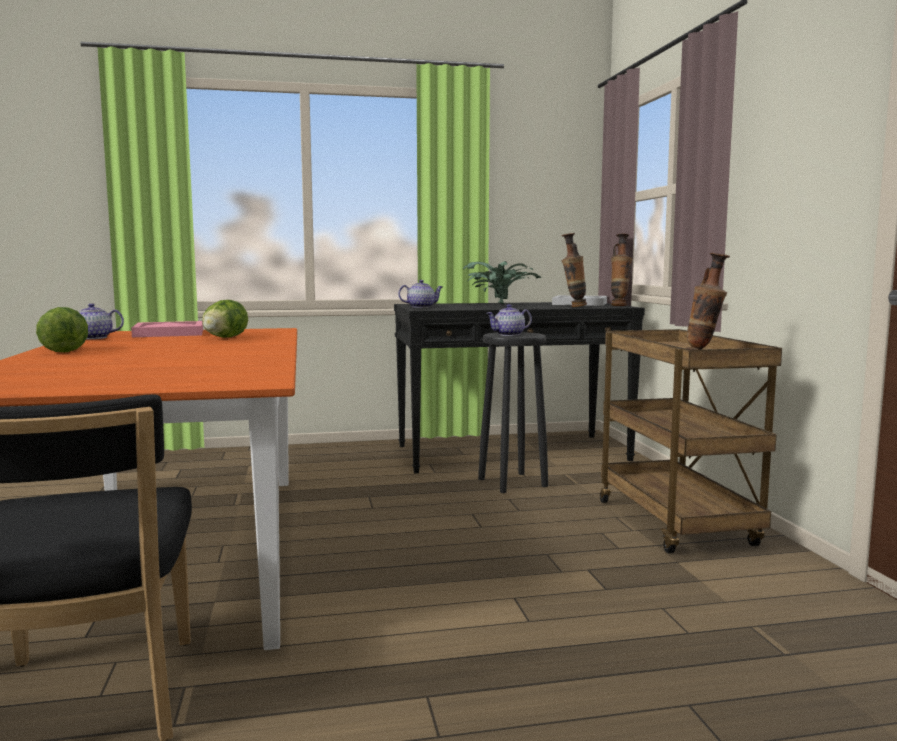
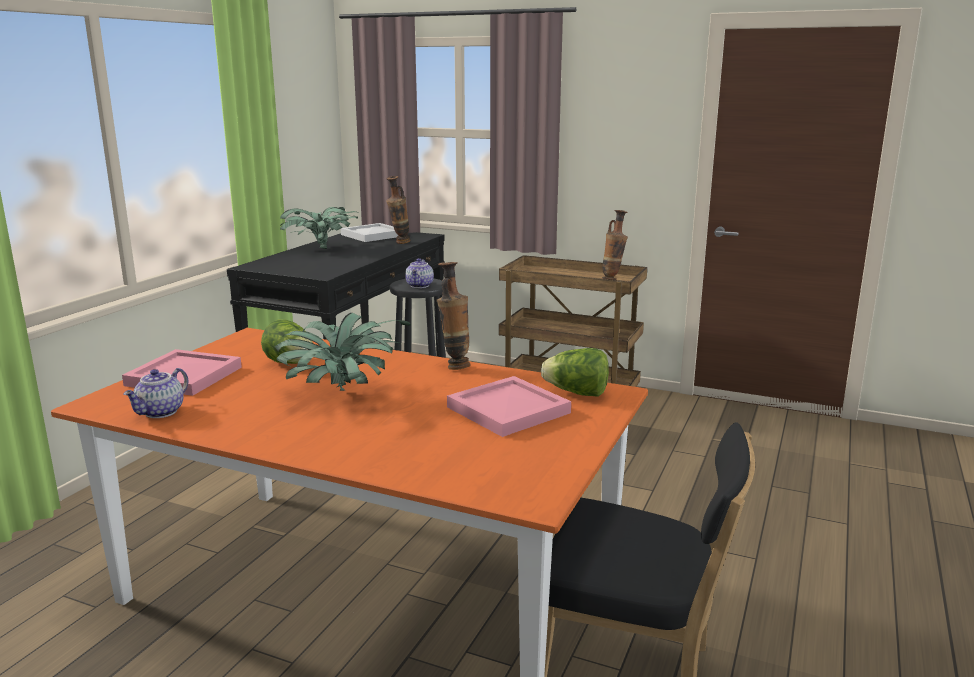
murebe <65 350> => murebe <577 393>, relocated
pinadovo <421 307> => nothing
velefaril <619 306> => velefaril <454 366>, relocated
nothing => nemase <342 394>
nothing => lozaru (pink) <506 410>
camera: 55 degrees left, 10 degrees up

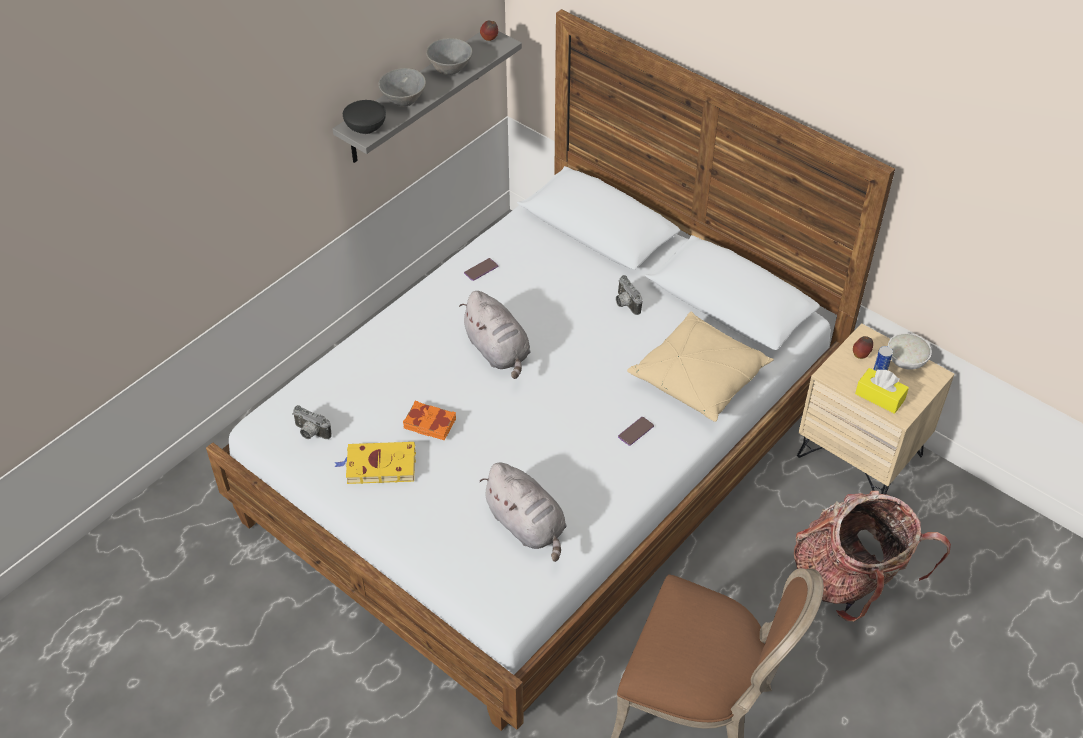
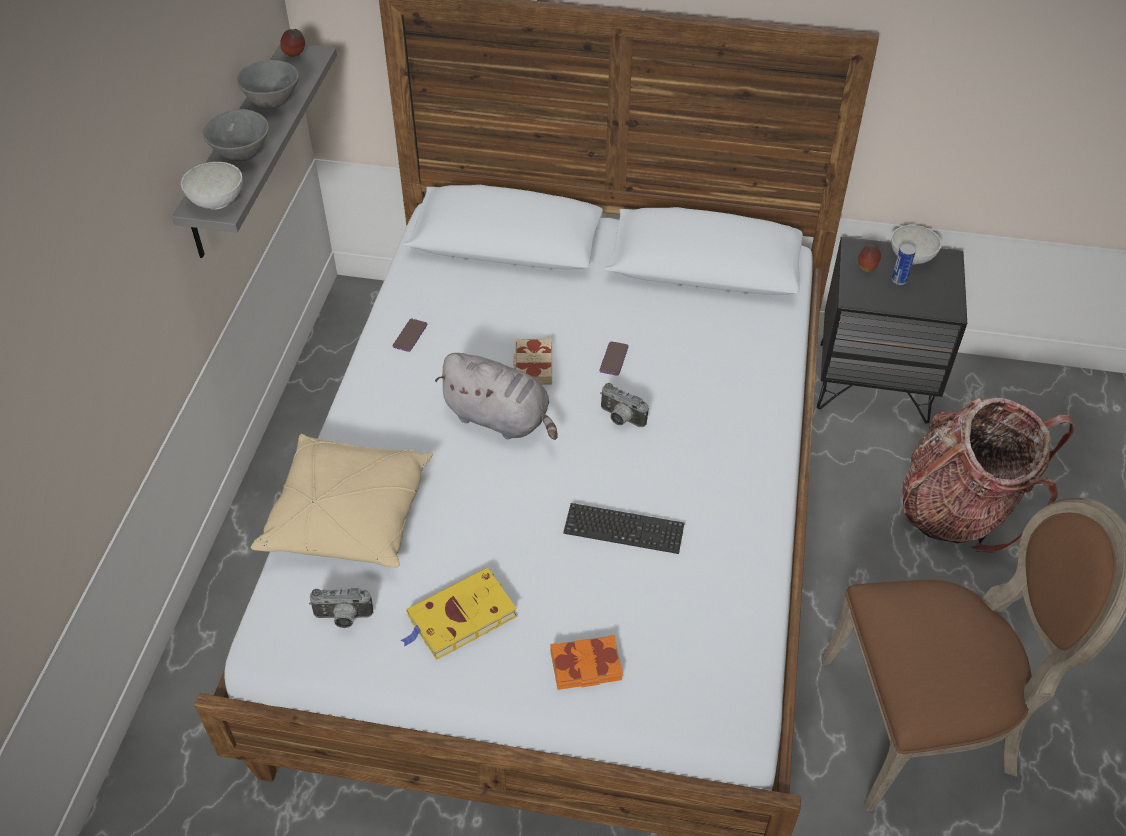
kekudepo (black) <366 127> => kekudepo (white) <216 200>
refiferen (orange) <429 424> => refiferen (orange) <586 667>, relocated
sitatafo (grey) <527 526> => nothing
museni <625 304> => museni <620 419>, relocated
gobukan <635 431> => gobukan <614 359>, relocated
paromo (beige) <699 378> => paromo (beige) <348 516>, relocated
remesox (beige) <860 455> => remesox (black) <873 381>
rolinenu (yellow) <880 396> => nothing
nothing => refiferen (beige) <533 366>
nothing => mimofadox <623 530>
camera: 30 degrees left, 0 degrees up

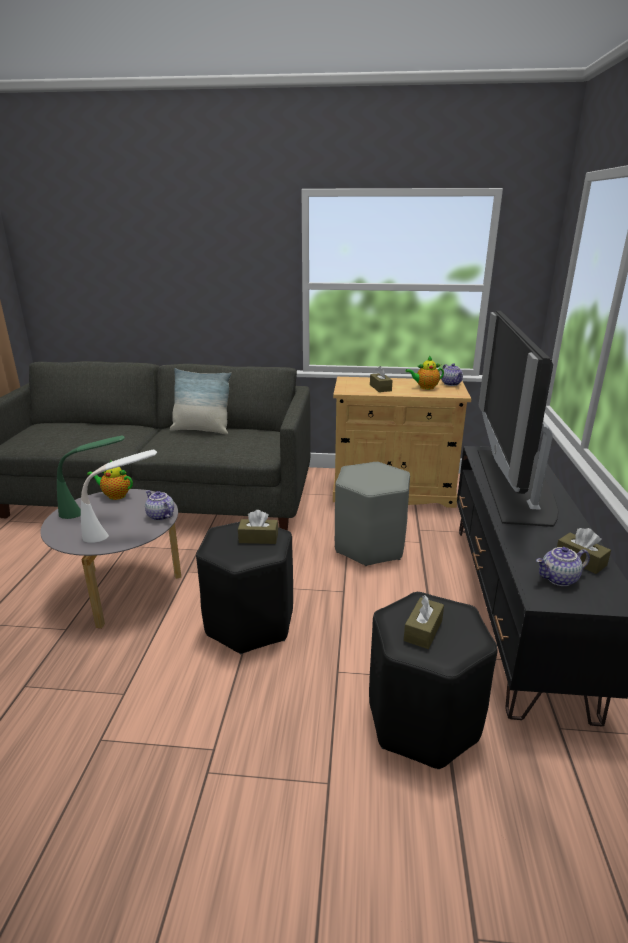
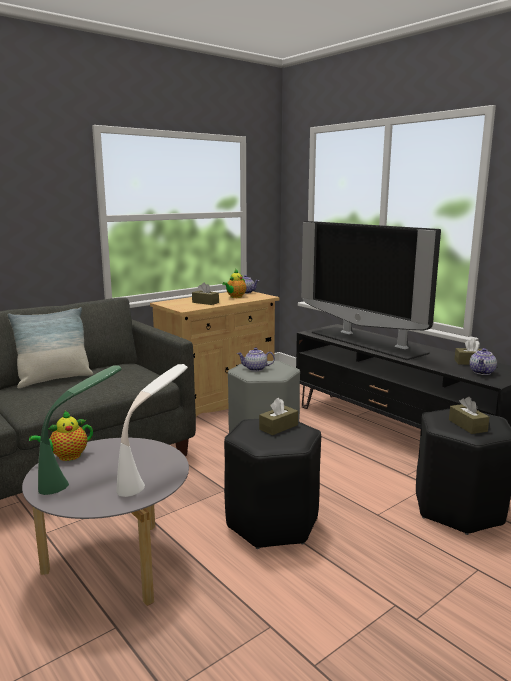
pinadovo <160 516> => pinadovo <255 369>, relocated
camera: 45 degrees left, 10 degrees down

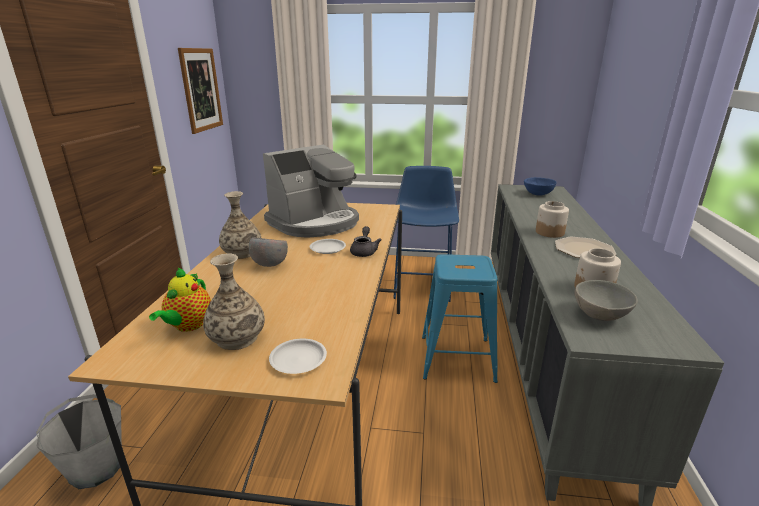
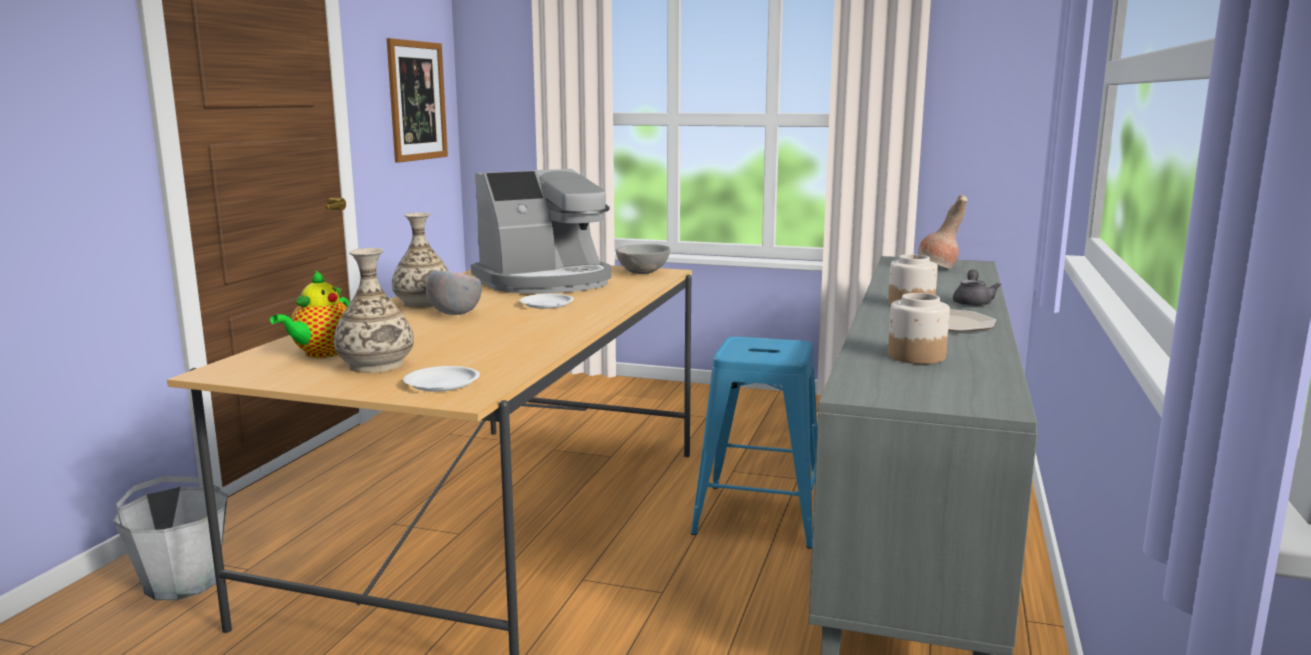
pinadovo (grey) <364 251> => pinadovo (grey) <972 302>, relocated
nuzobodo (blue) <423 283> => nothing
kekudepo (blue) <538 194> => velefaril (brown) <938 268>
kekudepo (grey) <601 316> => kekudepo (grey) <643 273>, relocated
camera: 10 degrees right, 10 degrees down

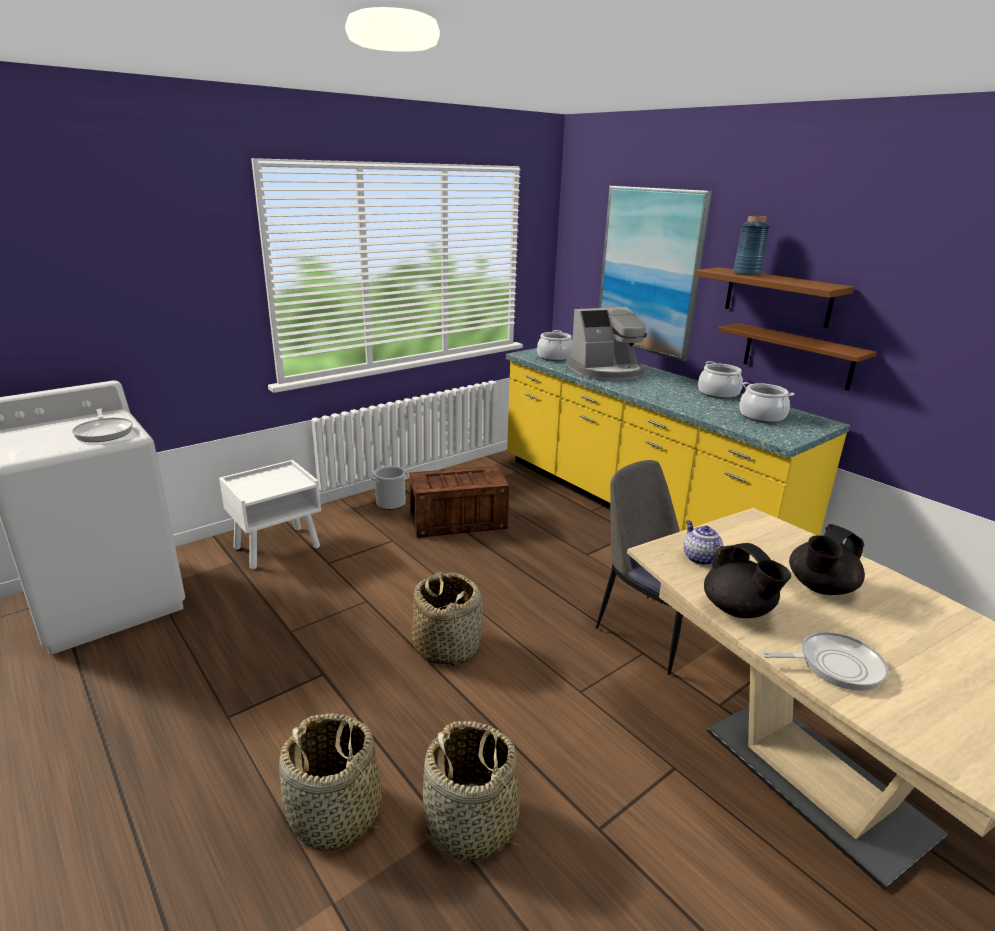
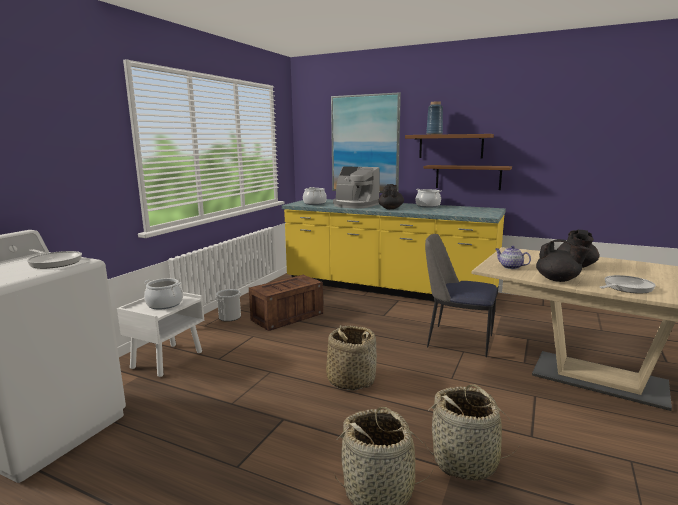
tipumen <606 371> => tipumen <355 205>, 75 degrees clockwise
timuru <761 417> => timuru <164 304>, relocated
nothing => pinadovo (black) <391 208>
camera: 25 degrees left, 10 degrees down

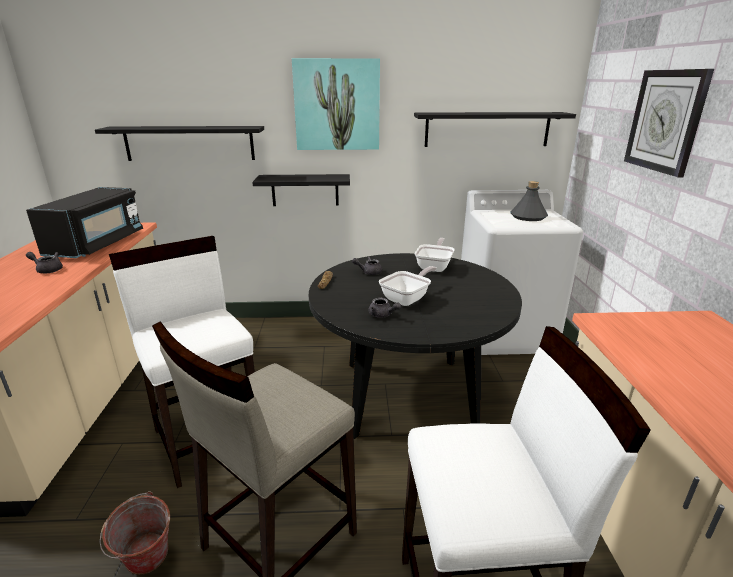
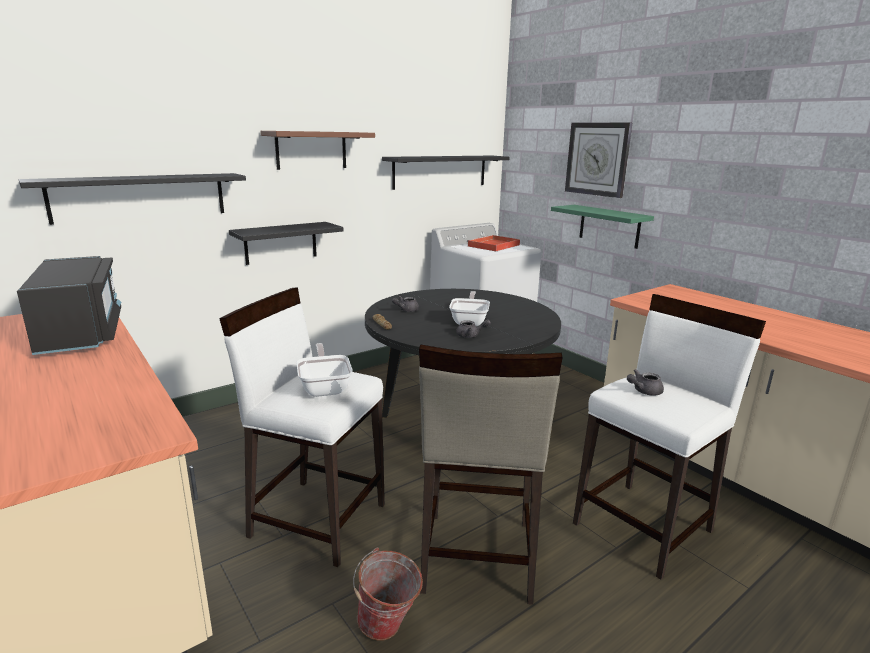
pinadovo (grey) <47 270> => pinadovo (grey) <643 391>, relocated
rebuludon <337 105> => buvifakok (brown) <311 150>
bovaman <435 266> => bovaman <325 387>, relocated
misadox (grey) <528 217> => lozaru (red) <493 246>
nothing => buvifakok (green) <609 226>
camera: 35 degrees left, 5 degrees down

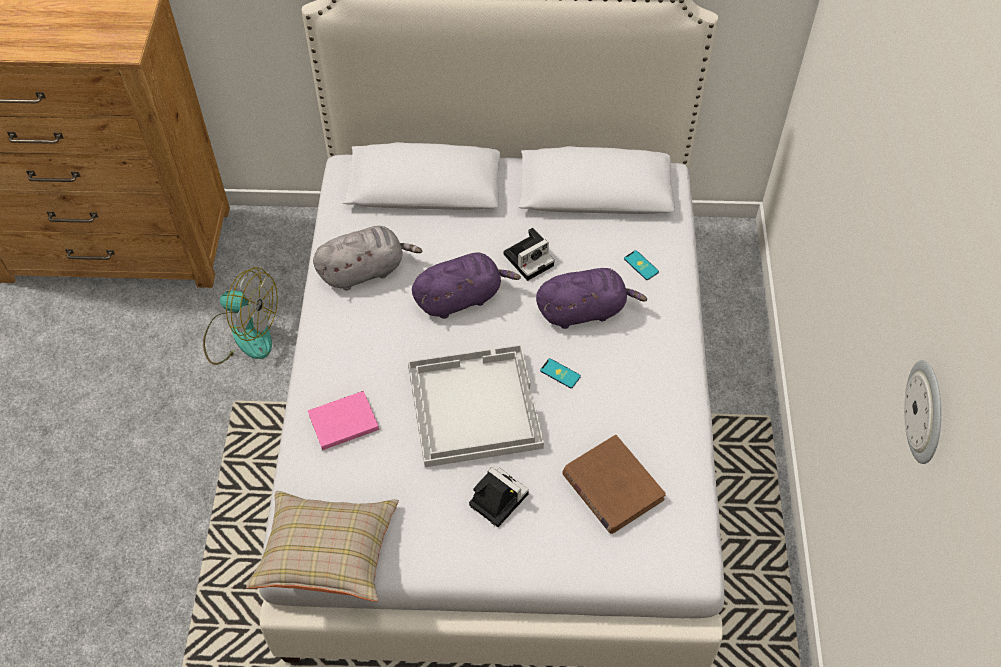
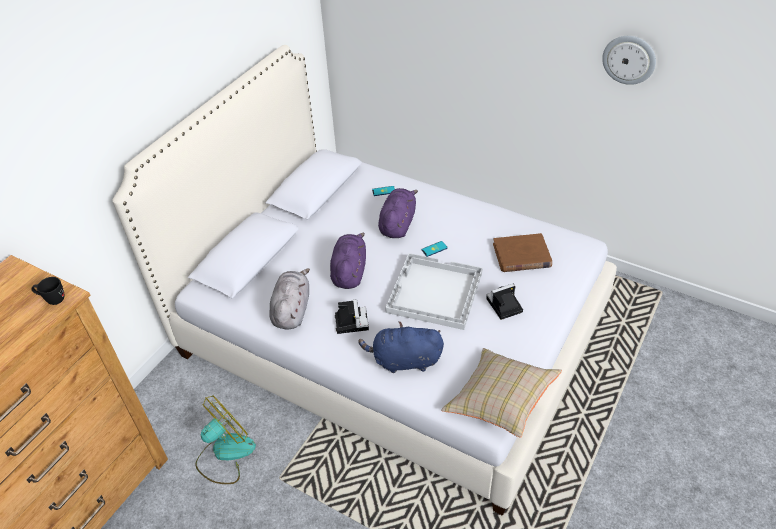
refiferen (pink) <341 421> => sitatafo (blue) <404 361>
museni <529 258> => museni <351 321>, relocated
nothing => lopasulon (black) <52 300>
camera: 60 degrees left, 10 degrees down

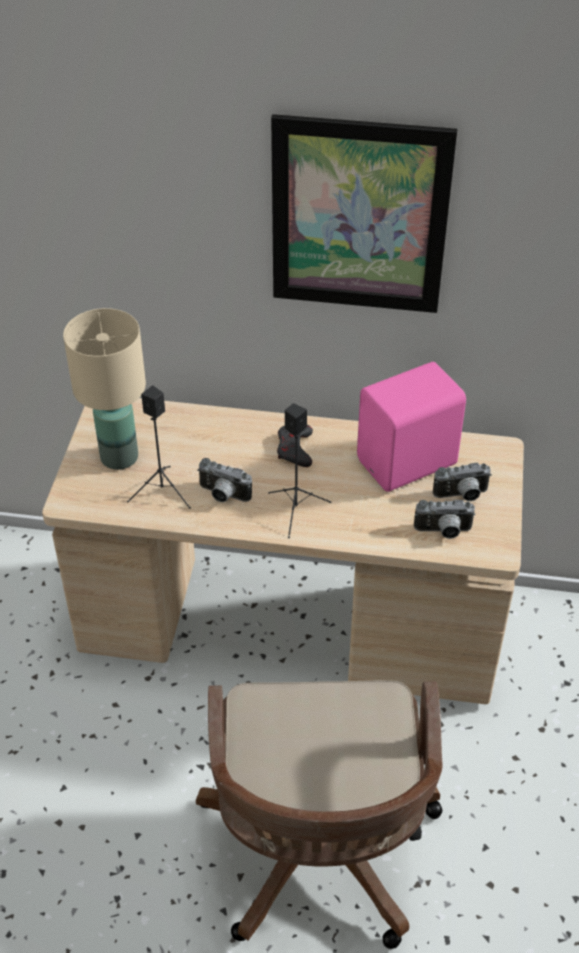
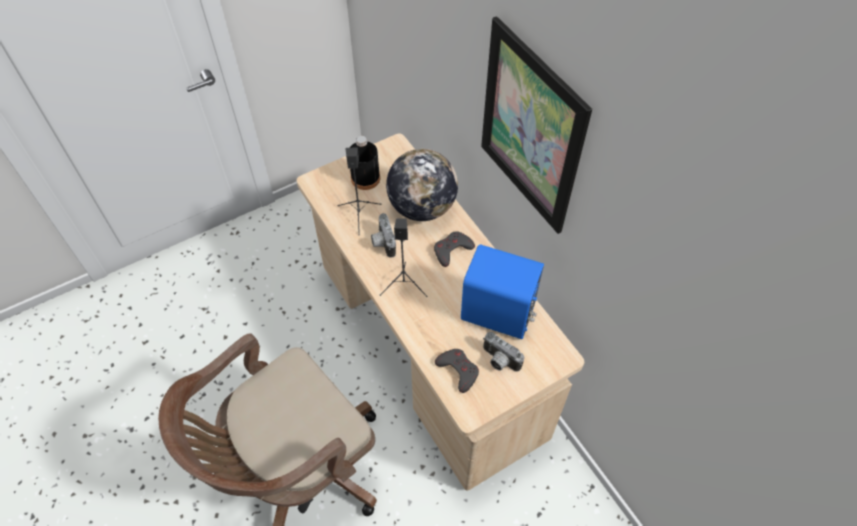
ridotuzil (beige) <118 457> => misadox (black) <365 178>
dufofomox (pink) <409 463> => dufofomox (blue) <498 314>
museni <443 532> => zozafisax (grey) <458 370>
nothing => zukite <422 207>
camera: 50 degrees right, 10 degrees up

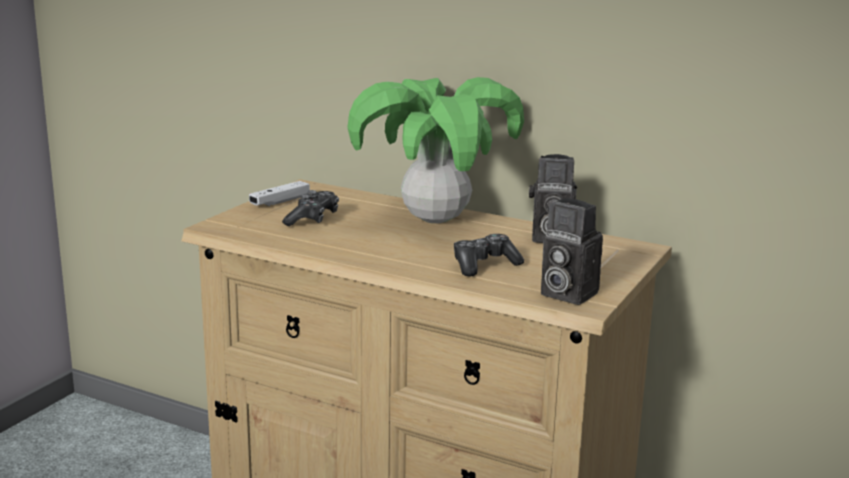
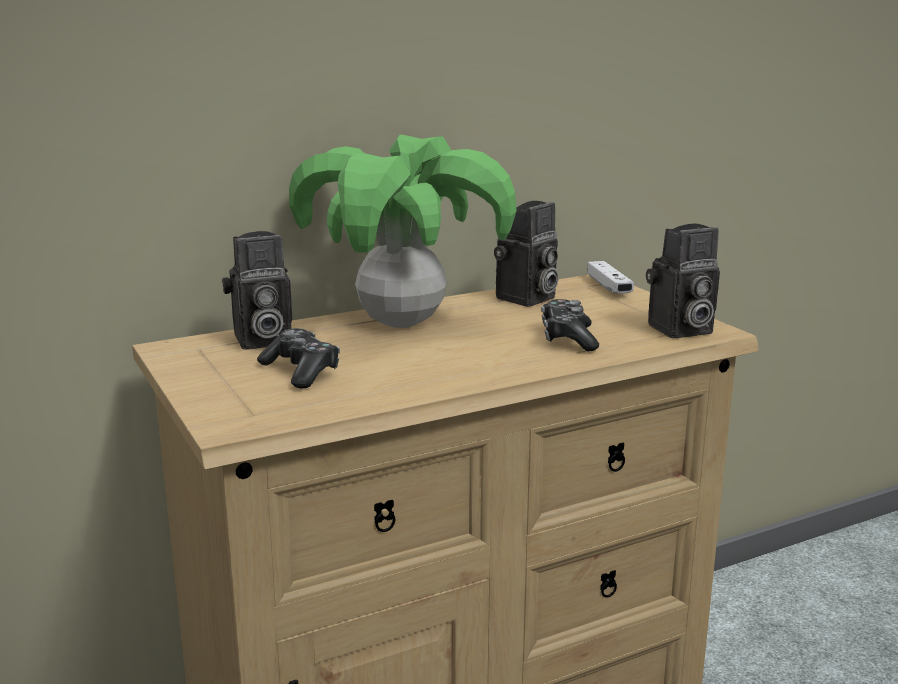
zozafisax (white) <280 202> => zozafisax (white) <609 287>, relocated
nothing => museni <260 341>
camera: 55 degrees left, 0 degrees up

